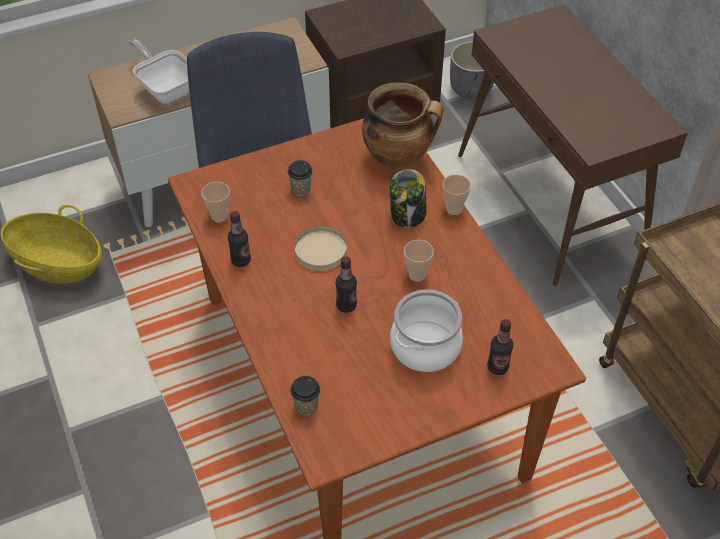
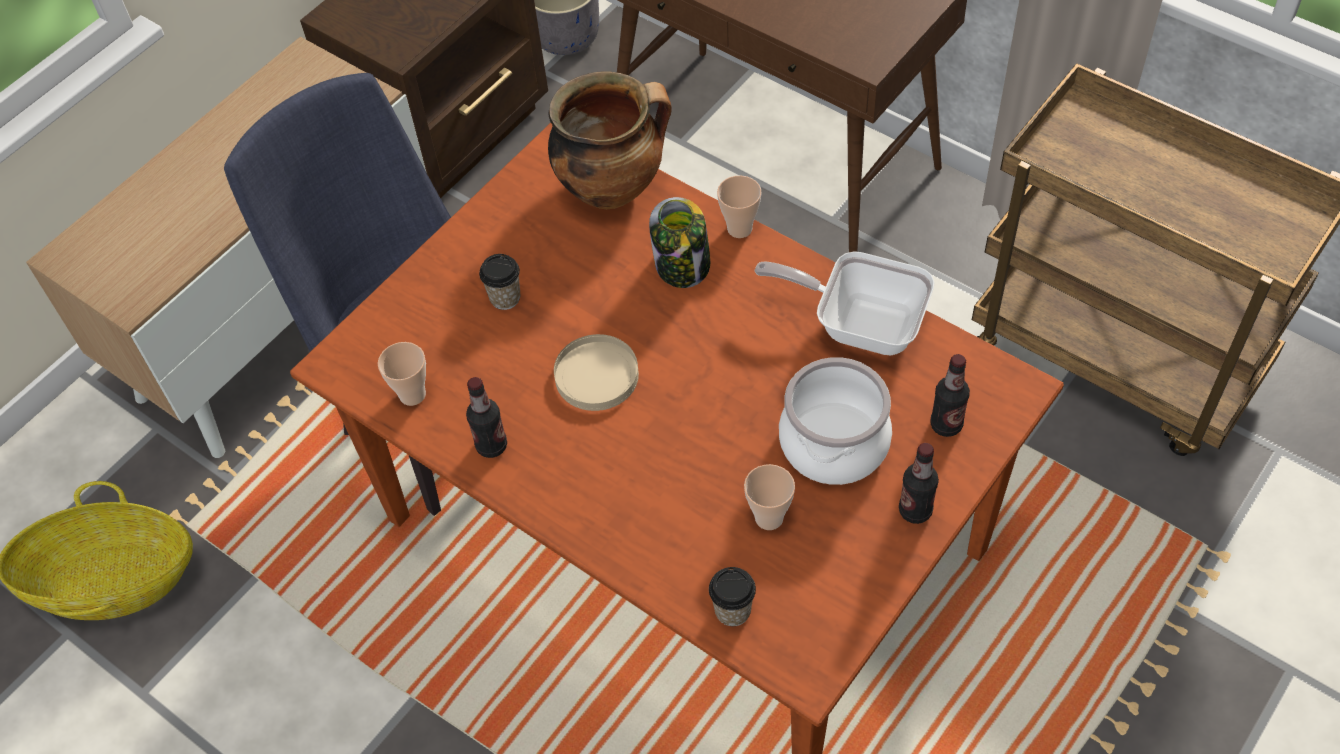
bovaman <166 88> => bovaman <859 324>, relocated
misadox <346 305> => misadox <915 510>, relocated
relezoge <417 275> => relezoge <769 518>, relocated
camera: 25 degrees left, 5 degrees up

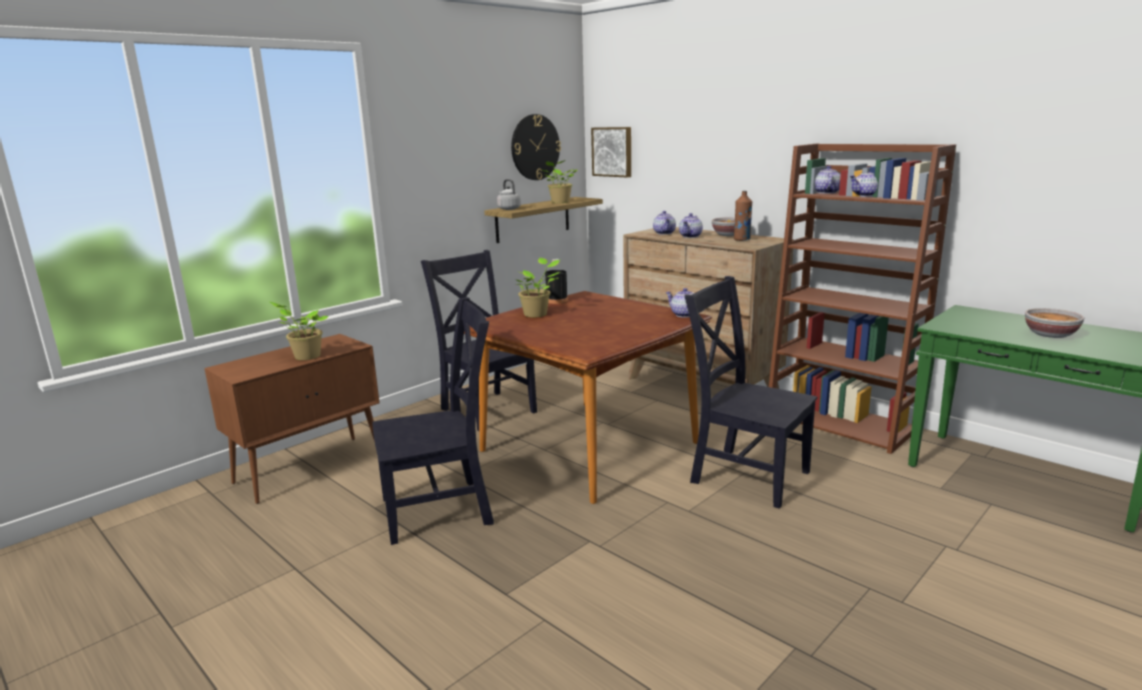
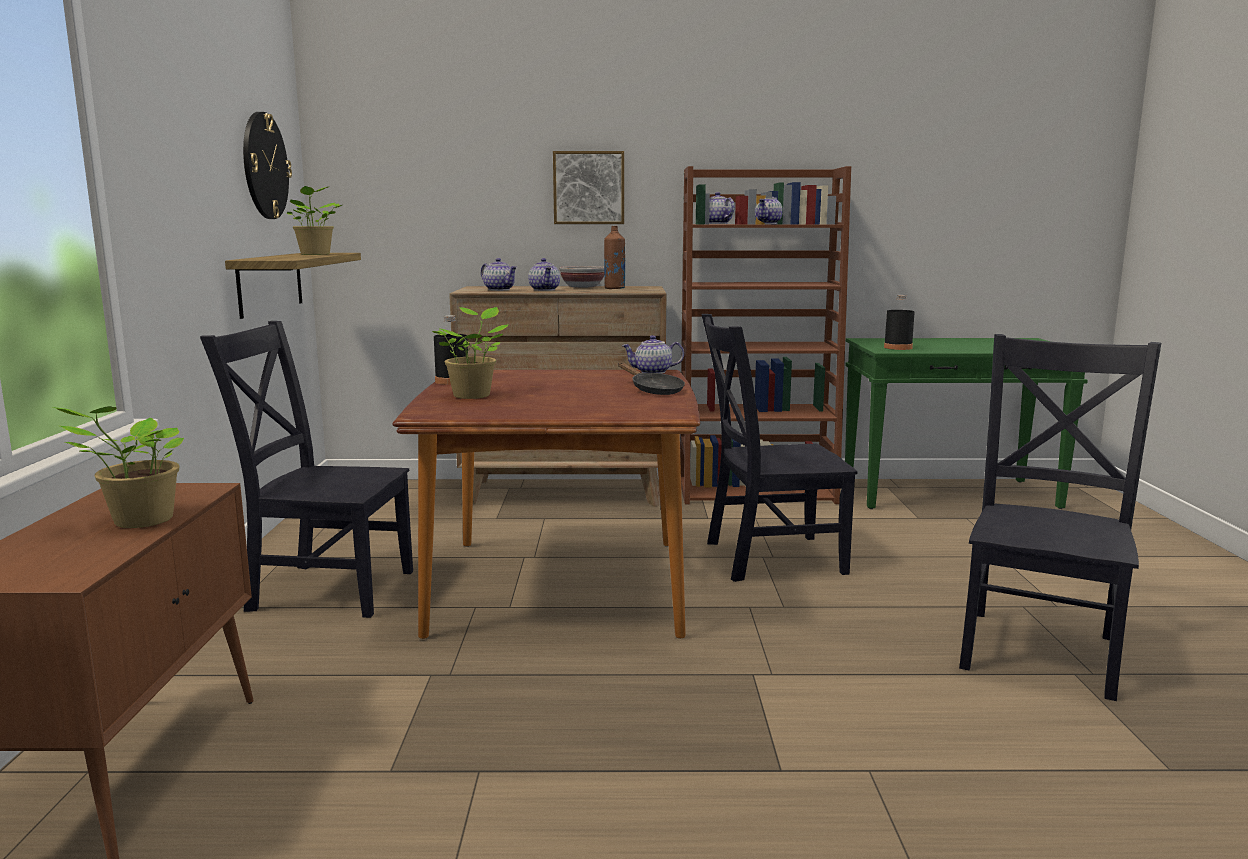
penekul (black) <442 510> => penekul (black) <1040 648>, relocated
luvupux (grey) <508 209> => nothing
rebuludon <613 151> => rebuludon <589 188>, relocated
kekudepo <1050 334> => nothing
nothing => bovaman (black) <653 390>
nothing => misadox (black) <898 348>
camera: 45 degrees left, 5 degrees down

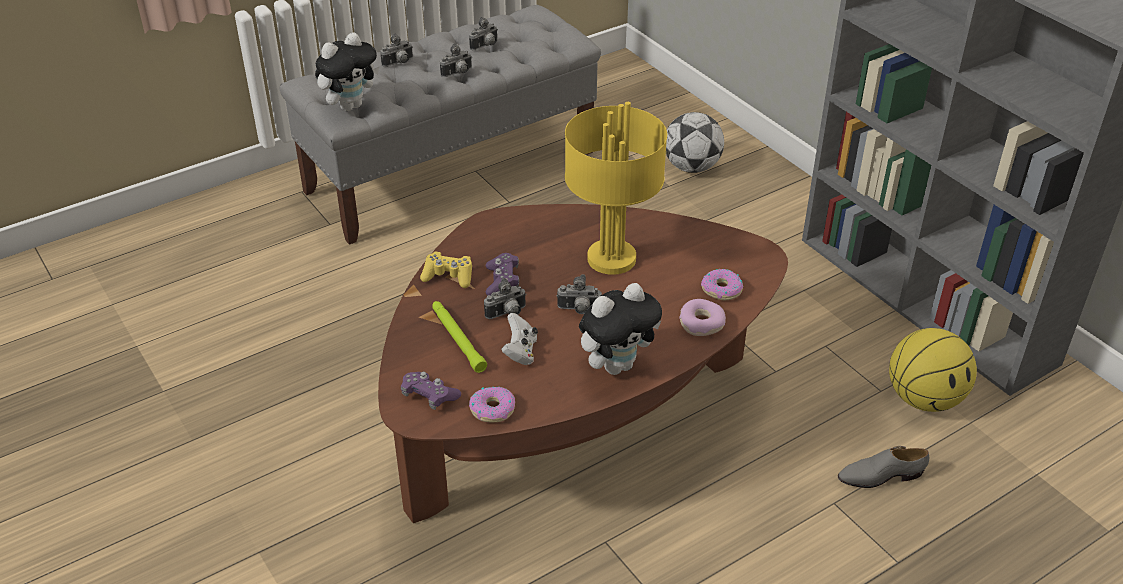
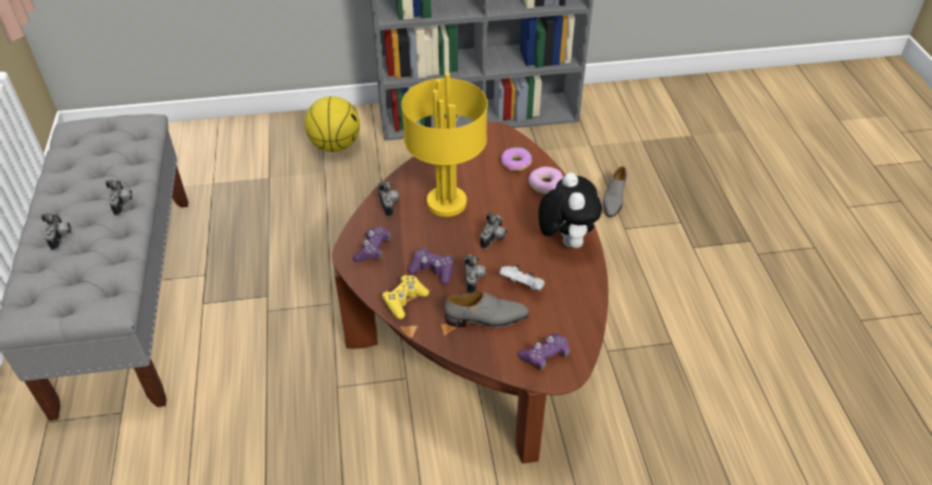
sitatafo <350 105> => nothing
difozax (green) <457 339> => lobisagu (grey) <486 319>
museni <486 46> => museni <390 205>, relocated
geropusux <492 409> => nothing
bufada <692 167> => nothing
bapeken <925 399> => bapeken <335 145>, relocated
nothing => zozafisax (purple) <373 249>
camera: 65 degrees left, 5 degrees up

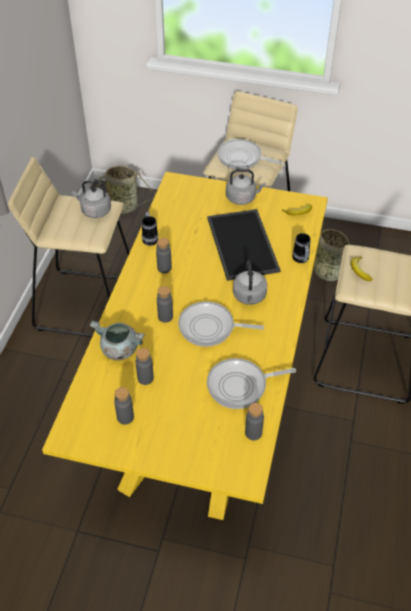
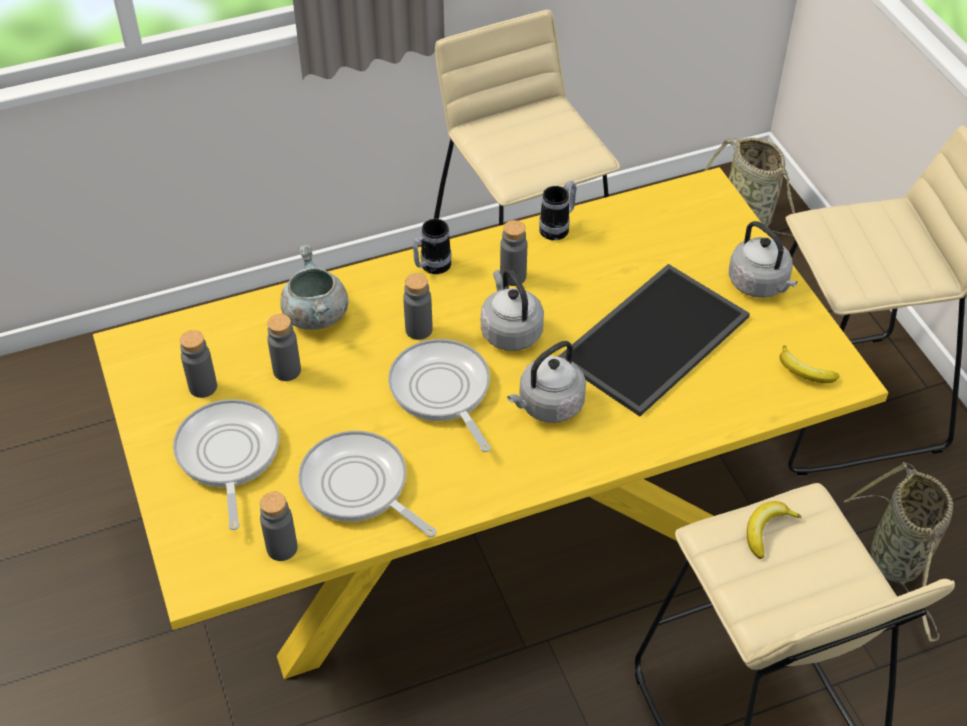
luvupux (grey) <94 210> => luvupux (grey) <510 331>, relocated
bovaman <242 158> => bovaman <228 455>, relocated
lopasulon <301 260> => lopasulon <431 267>, relocated
camera: 55 degrees right, 0 degrees up

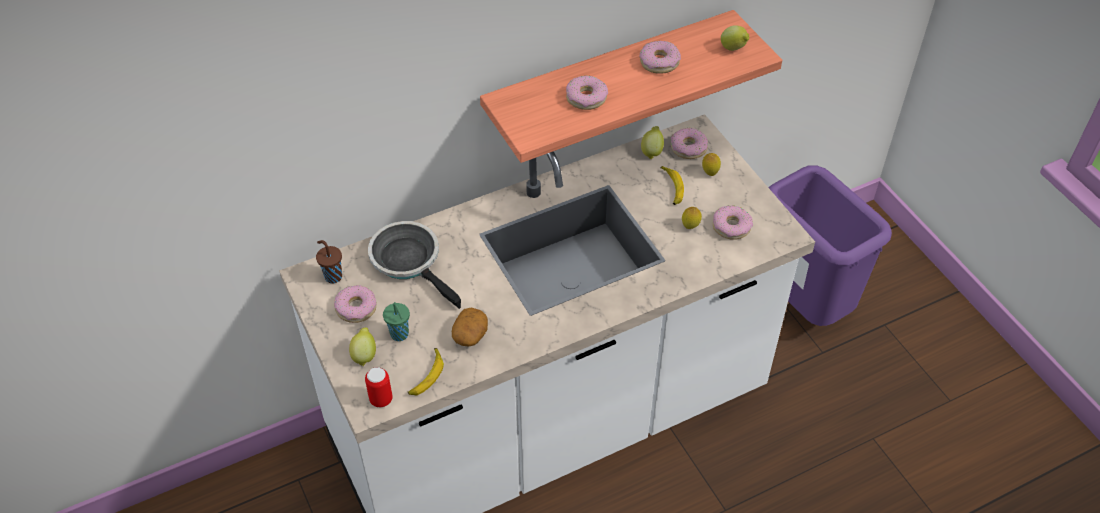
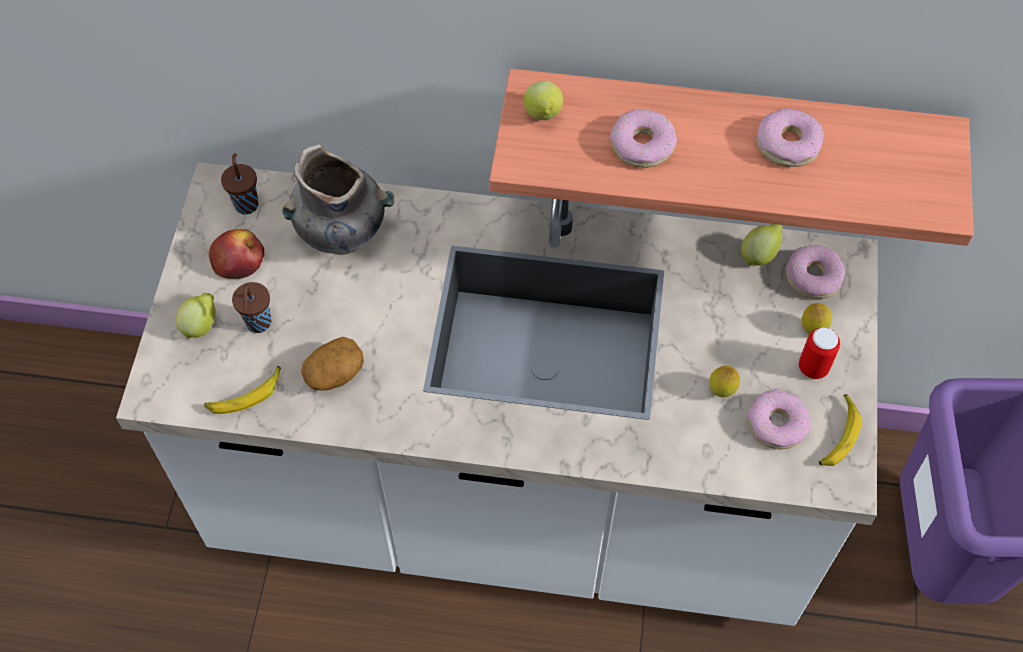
geropusux <356 308> => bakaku <238 260>
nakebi <381 399> => nakebi <813 367>, relocated
bovaman <409 261> => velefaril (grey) <344 235>
relezoge (green) <400 335> => relezoge (brown) <258 324>
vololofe <672 188> => vololofe <838 435>, relocated
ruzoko <734 49> => ruzoko <543 116>, relocated
camera: 35 degrees right, 10 degrees up

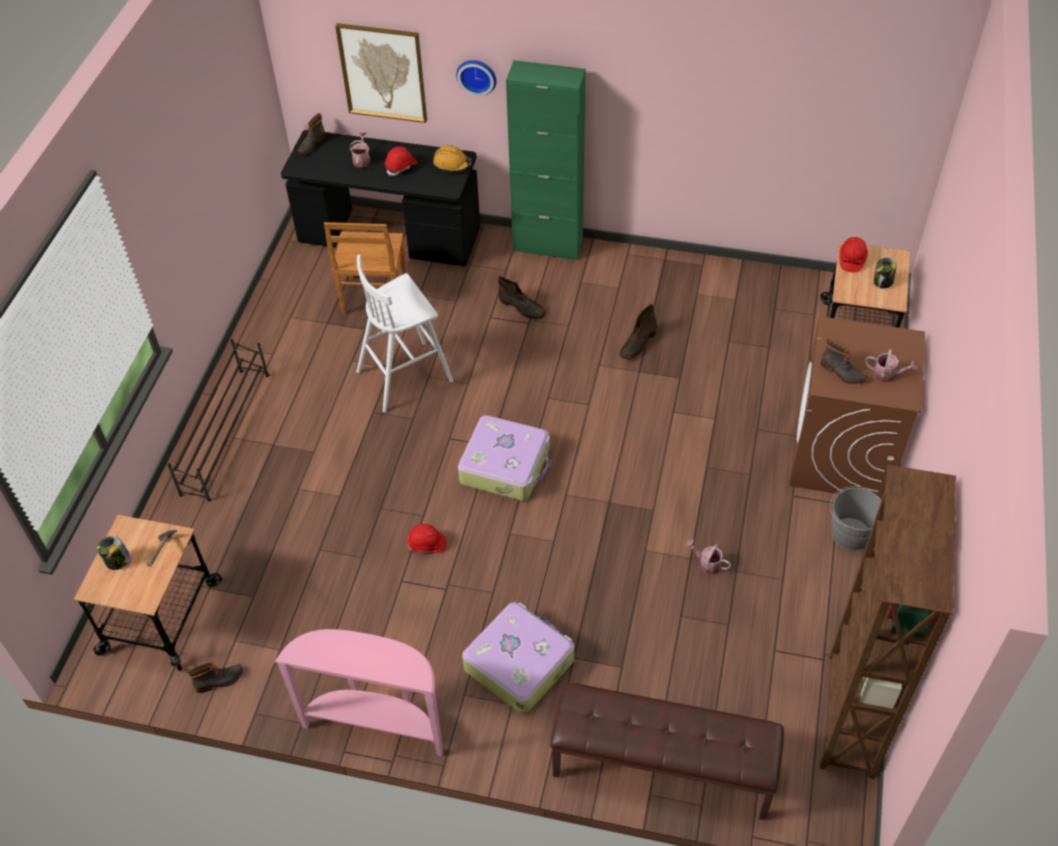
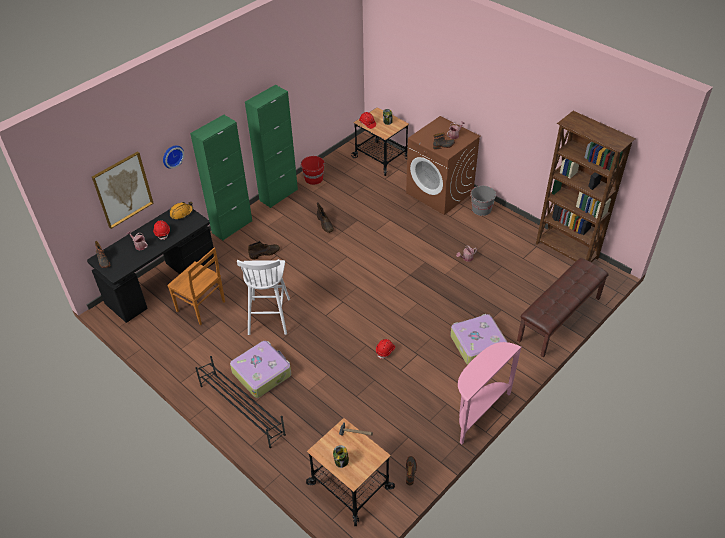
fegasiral <506 465> => fegasiral <262 373>, relocated
nothing => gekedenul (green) <278 195>
nothing => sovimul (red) <314 179>
camera: 60 degrees left, 5 degrees down

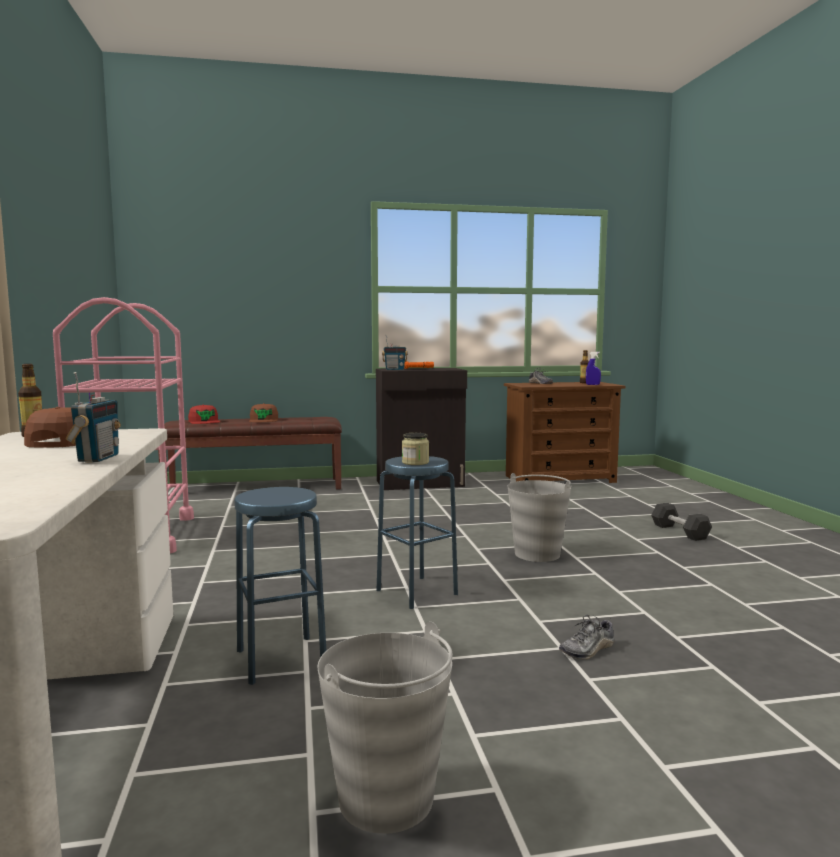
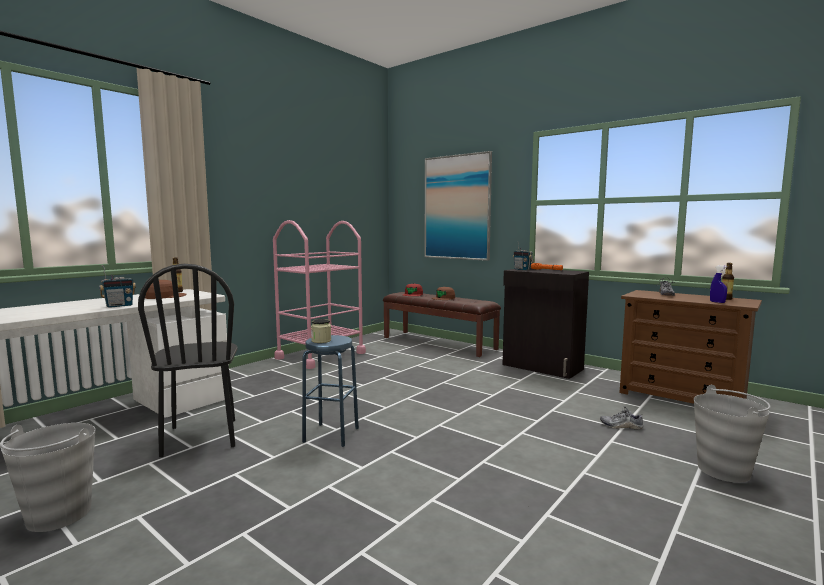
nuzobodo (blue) <281 659> => penekul (black) <201 437>
sovimul (grey) <537 554> => sovimul (grey) <724 470>, relocated
lobisagu <588 650> => lobisagu <621 426>, relocated
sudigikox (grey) <680 532> => nothing
nothing => rebuludon <457 207>
camera: 50 degrees right, 0 degrees up

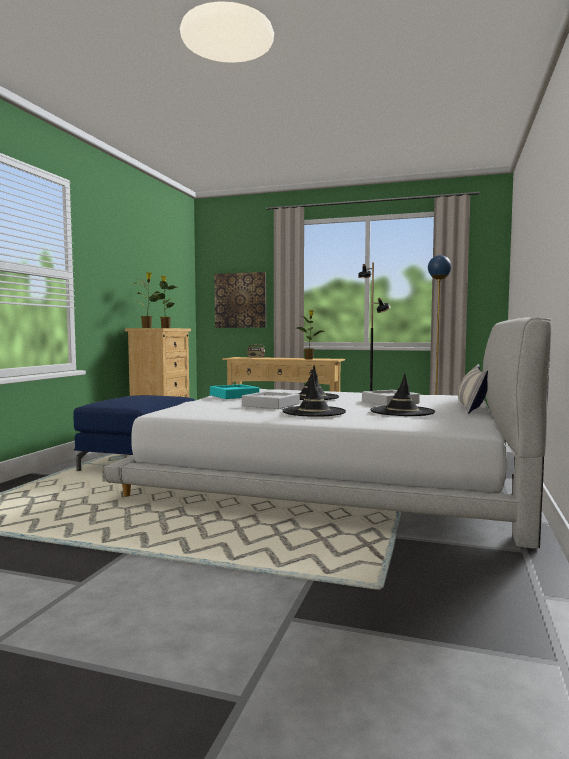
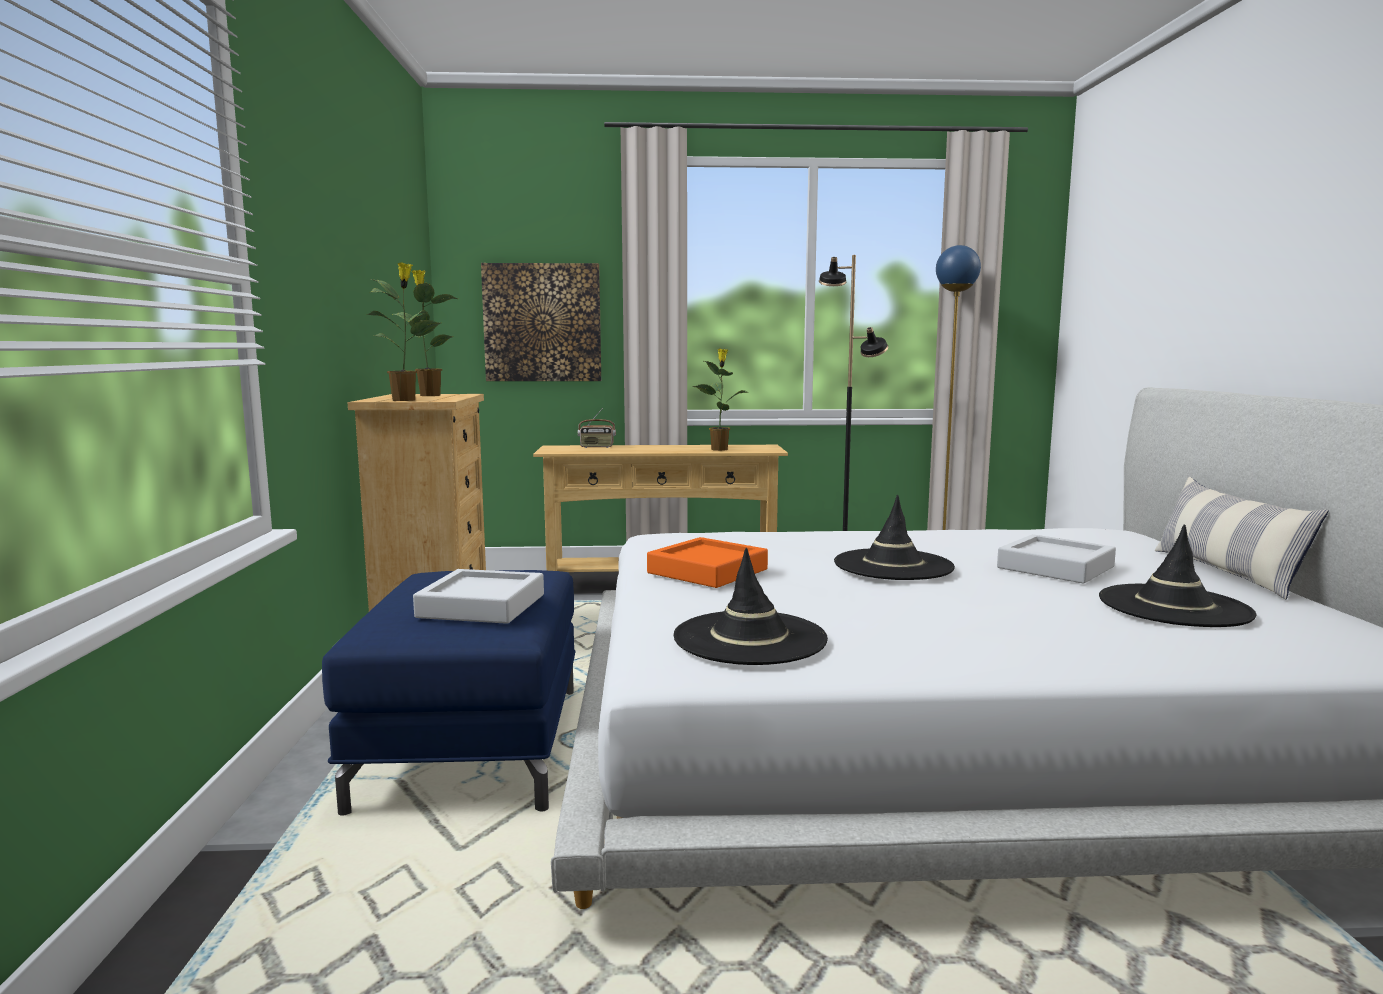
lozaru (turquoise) <234 396> => lozaru (orange) <707 571>
lozaru (grey) <271 405> => lozaru (grey) <482 606>, relocated
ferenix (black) <314 412> => ferenix (black) <750 638>, relocated
camera: 20 degrees left, 5 degrees up

